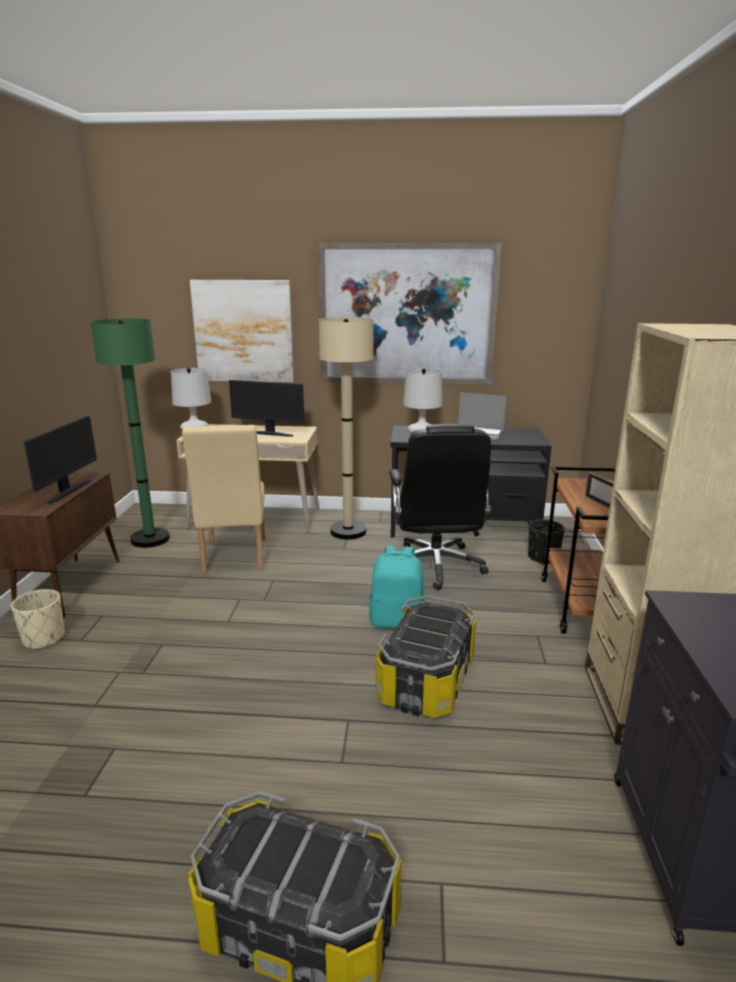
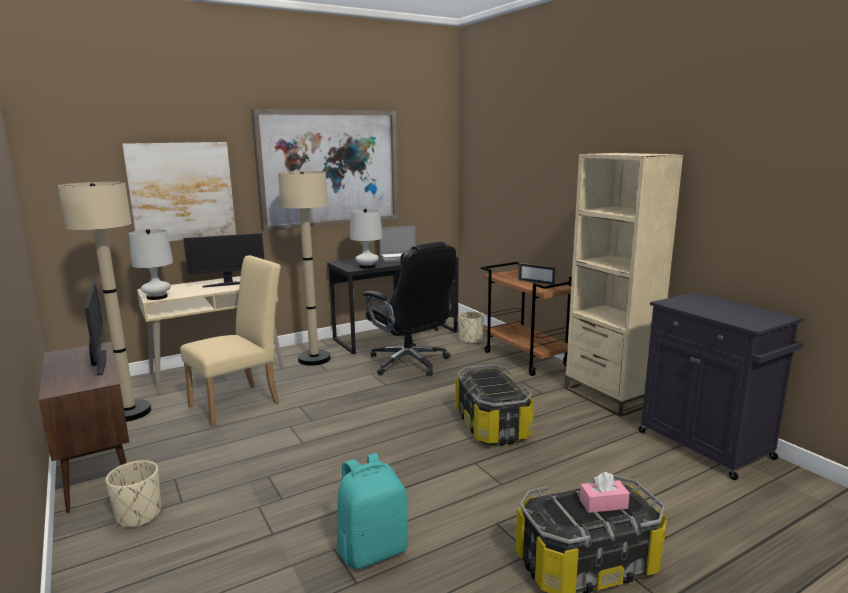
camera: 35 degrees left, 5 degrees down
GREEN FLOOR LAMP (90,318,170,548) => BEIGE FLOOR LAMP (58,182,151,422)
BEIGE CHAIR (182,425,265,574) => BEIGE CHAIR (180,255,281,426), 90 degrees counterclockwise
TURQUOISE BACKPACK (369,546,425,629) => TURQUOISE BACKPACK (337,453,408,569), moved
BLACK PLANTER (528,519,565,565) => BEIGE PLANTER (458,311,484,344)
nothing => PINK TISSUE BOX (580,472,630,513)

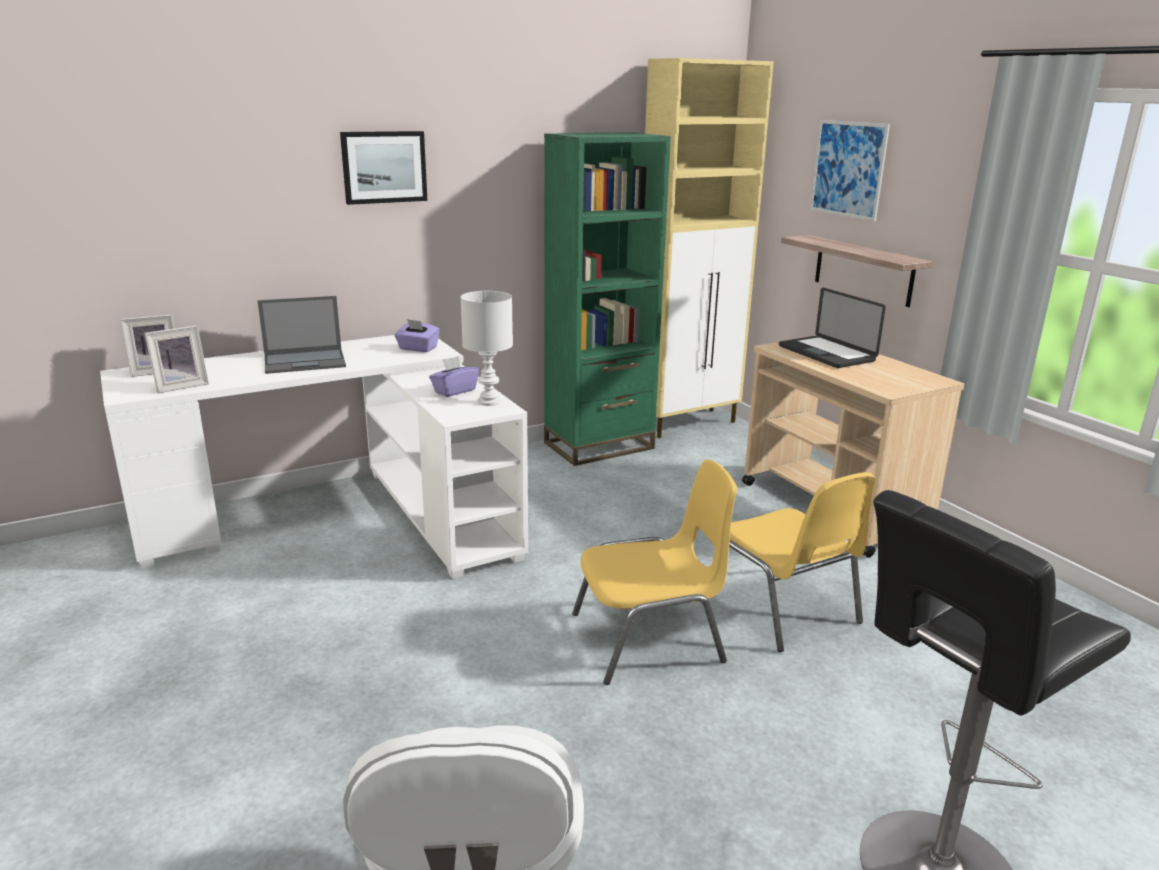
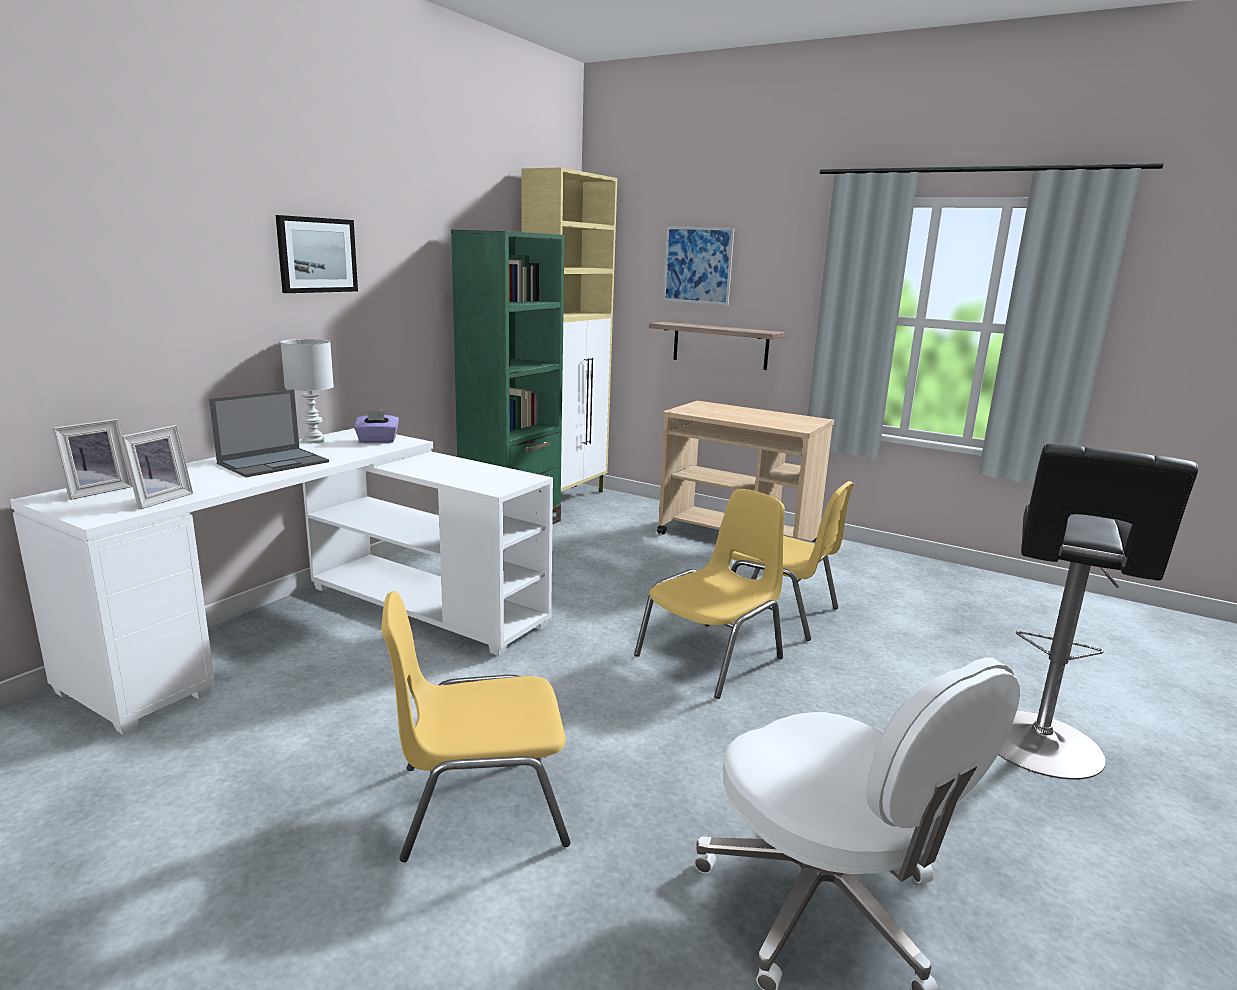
camera: 30 degrees left, 5 degrees down
WHITE TABLE LAMP (461,291,513,406) => WHITE TABLE LAMP (281,339,334,443), moved
nothing => YELLOW CHAIR (381,591,570,862)
PURPLE TISSUE BOX (429,356,479,397) => nothing
LAPTOP (779,288,886,368) => nothing

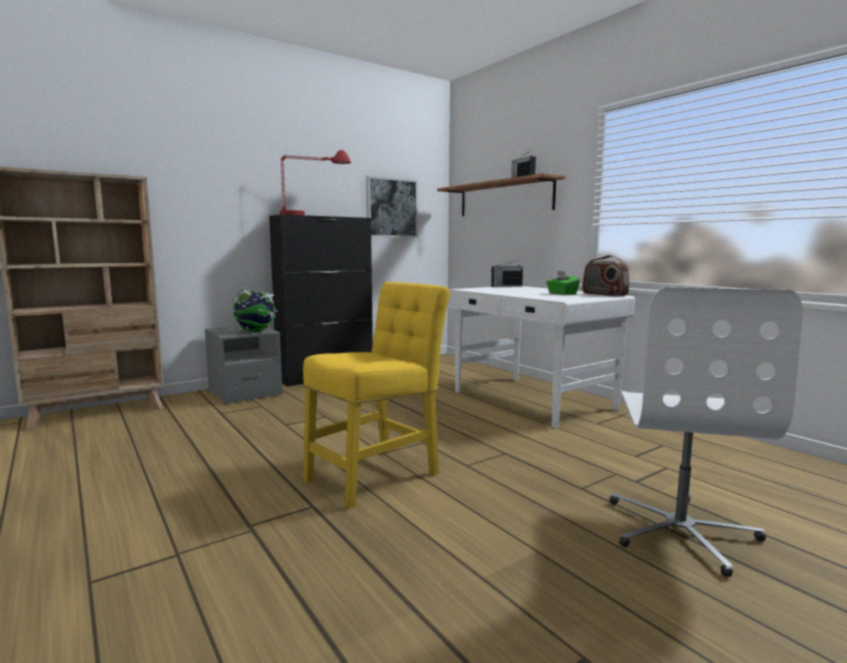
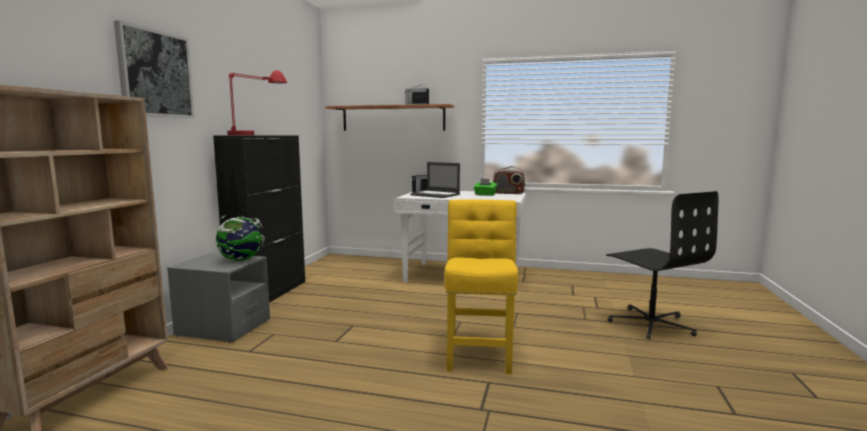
camera: 40 degrees left, 0 degrees up
PICTURE (366,176,418,238) => PICTURE (114,20,195,118), moved
nothing => LAPTOP (410,162,460,198)
WHITE OFFICE CHAIR (610,287,803,577) => BLACK OFFICE CHAIR (606,191,719,339)

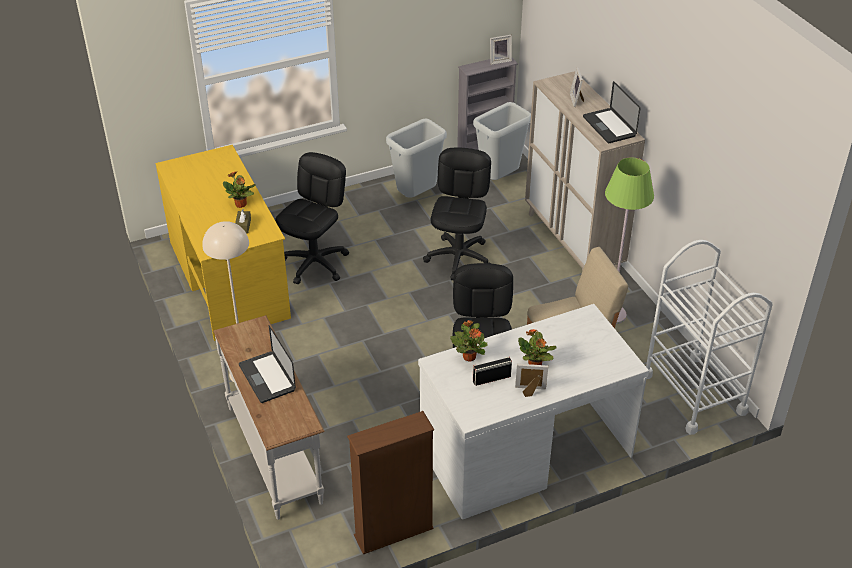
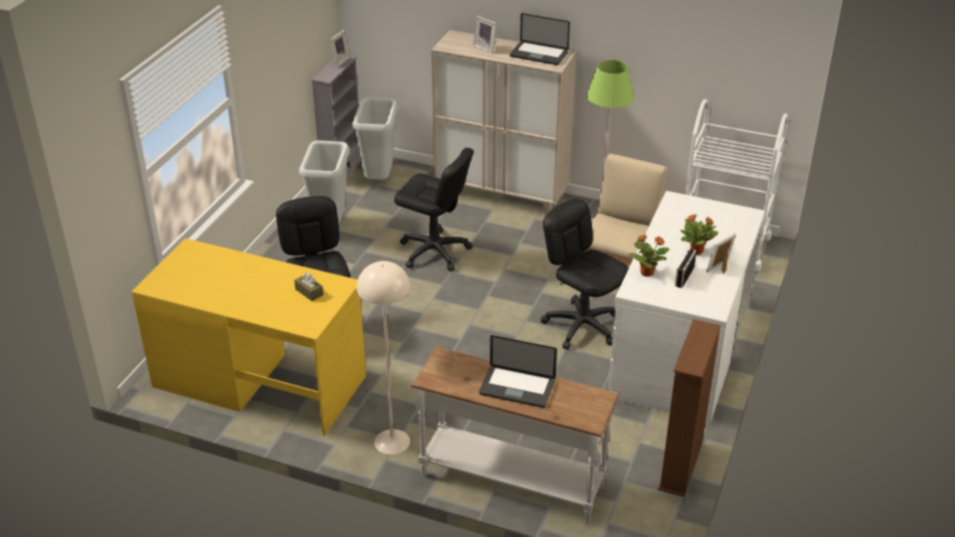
camera: 45 degrees left, 5 degrees down
BLACK OFFICE CHAIR (423,148,491,280) => BLACK OFFICE CHAIR (394,148,474,271), 150 degrees clockwise
POTTED PLANT (223,172,256,208) => nothing

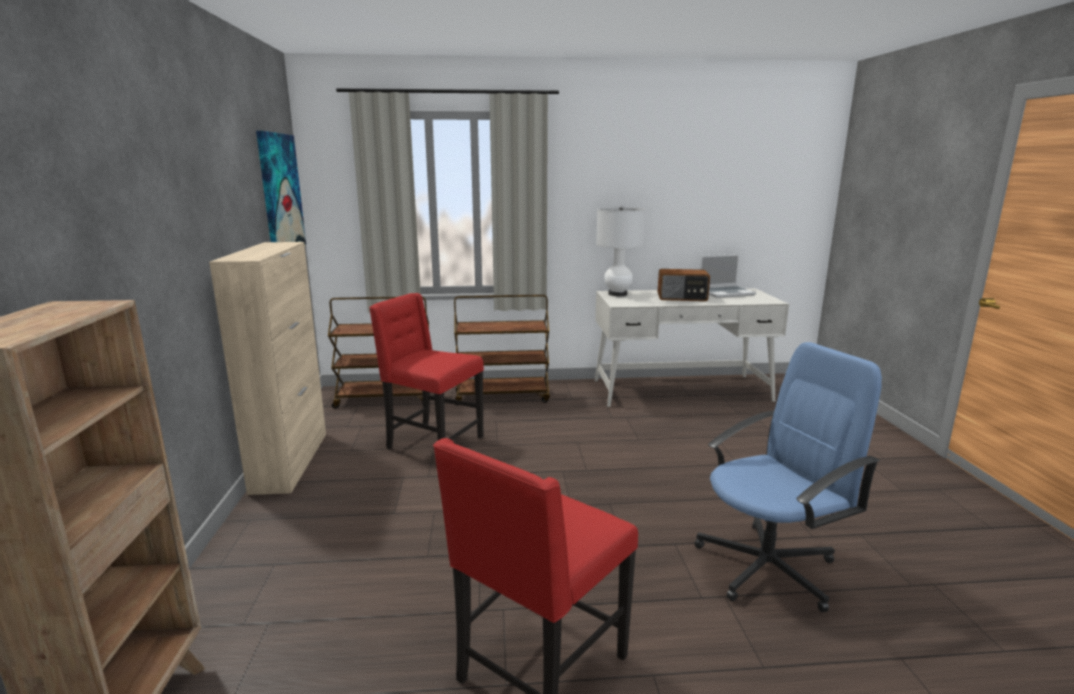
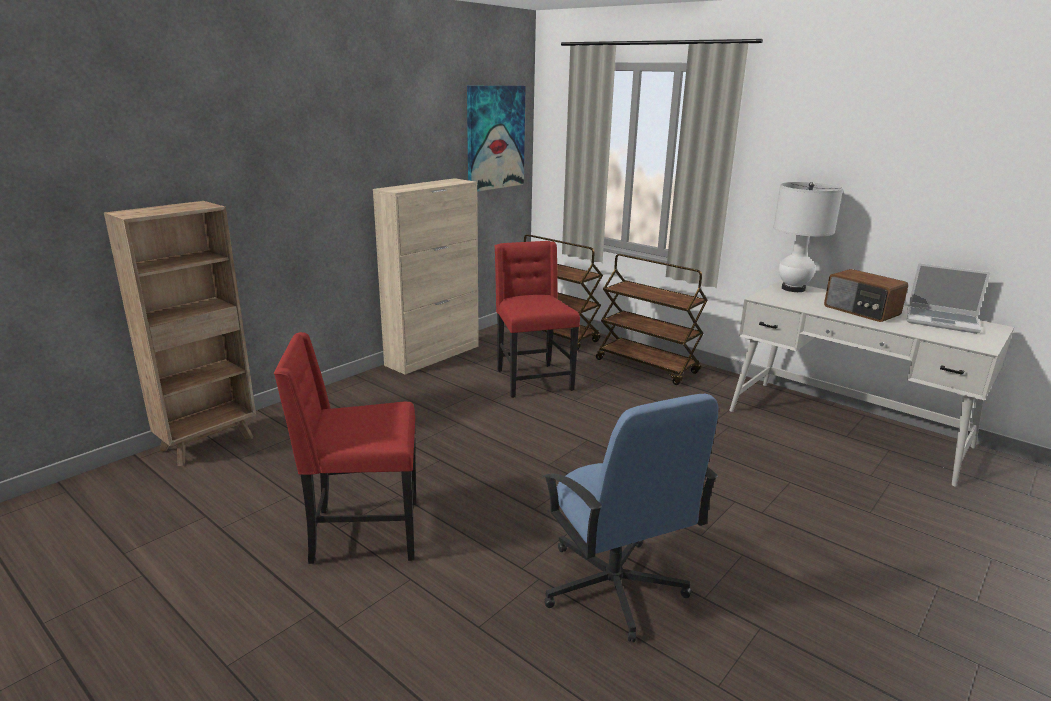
camera: 45 degrees right, 5 degrees up
BLUE OFFICE CHAIR (694,342,882,612) => BLUE OFFICE CHAIR (542,394,718,642), 45 degrees clockwise

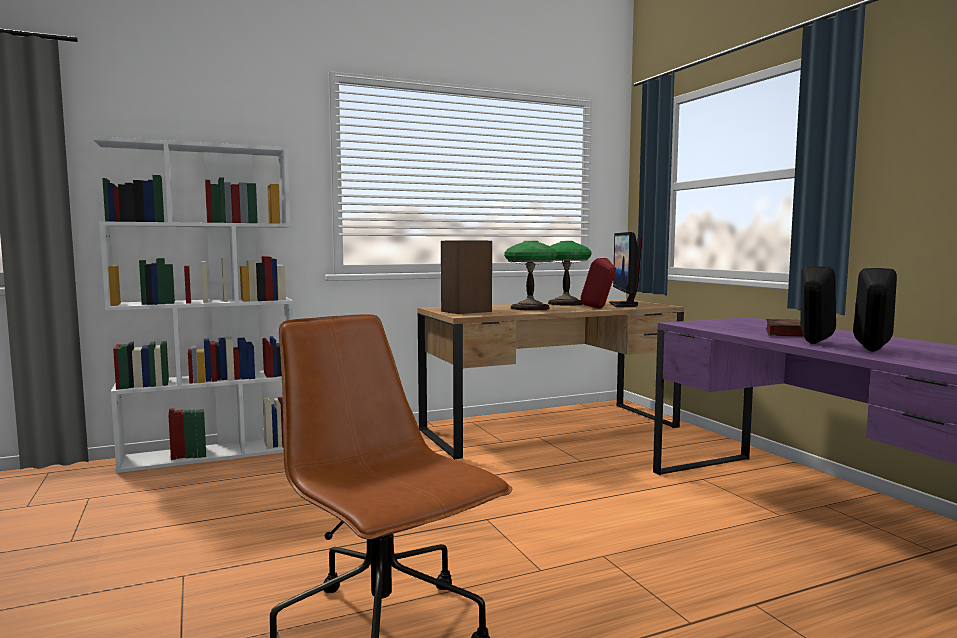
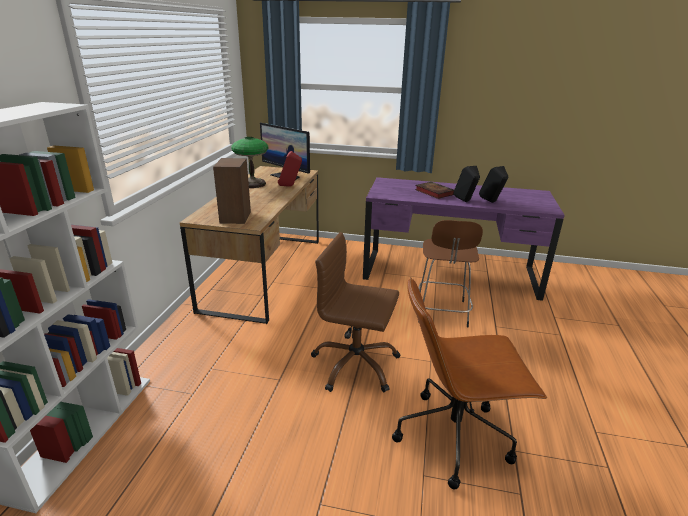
camera: 55 degrees left, 20 degrees up
nothing => BROWN OFFICE CHAIR (311,232,400,393)
nothing => BROWN STOOL (418,220,483,328)
TABLE LAMP (504,241,557,311) => nothing

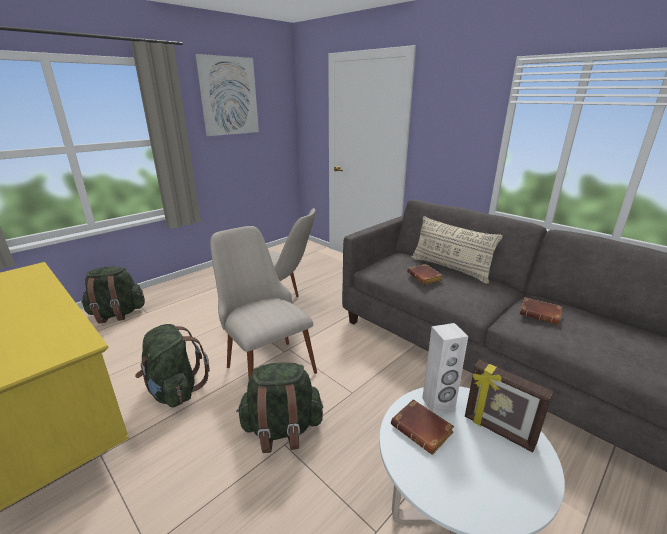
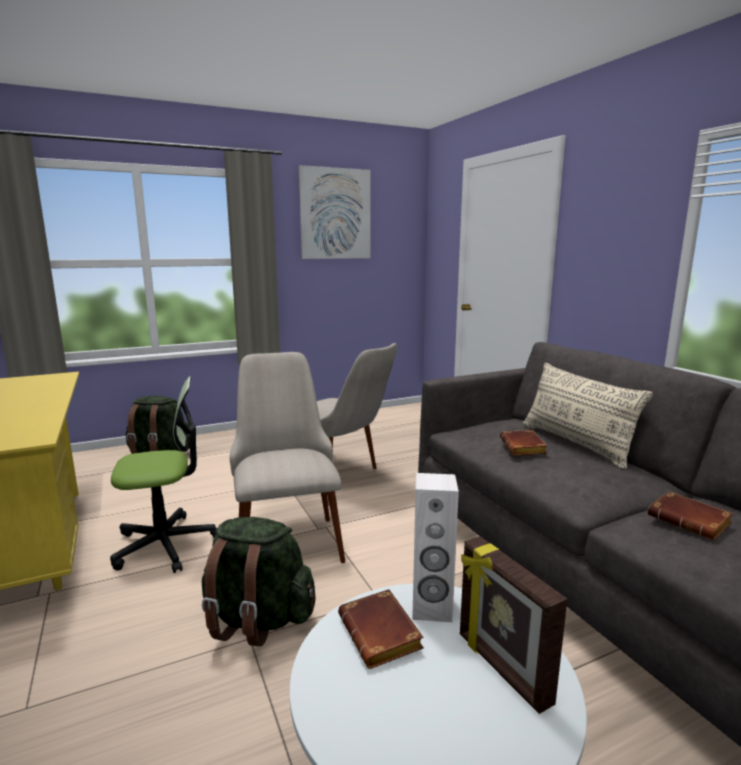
camera: 20 degrees right, 10 degrees down
GREEN BACKPACK (135,324,210,408) => OFFICE CHAIR (110,376,217,573)

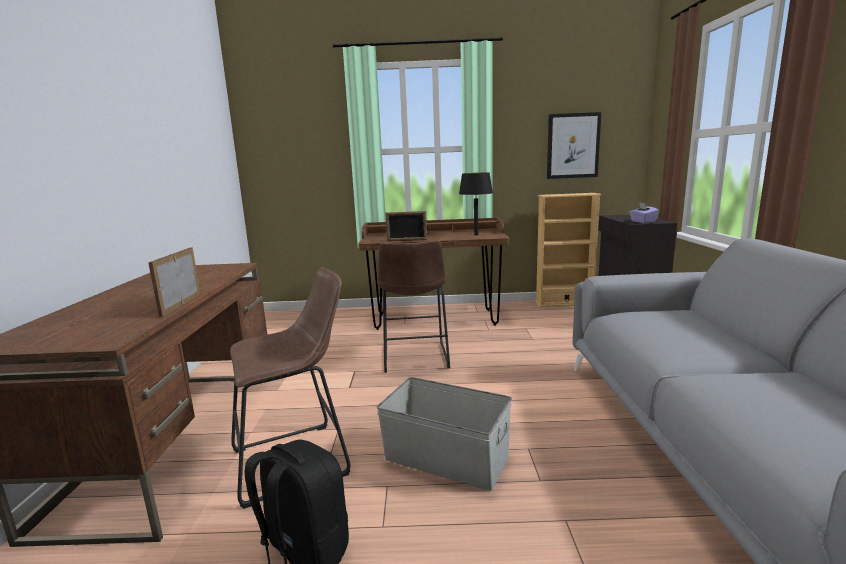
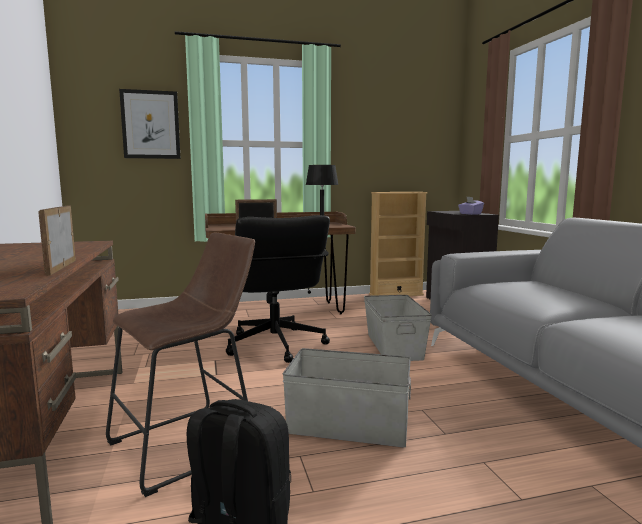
camera: 15 degrees left, 5 degrees down
PICTURE (547,112,601,179) => PICTURE (119,89,181,159), moved
BROWN STOOL (377,240,450,373) => BLACK OFFICE CHAIR (226,215,330,363)
nothing => GREY STORAGE BOX (364,295,432,361)

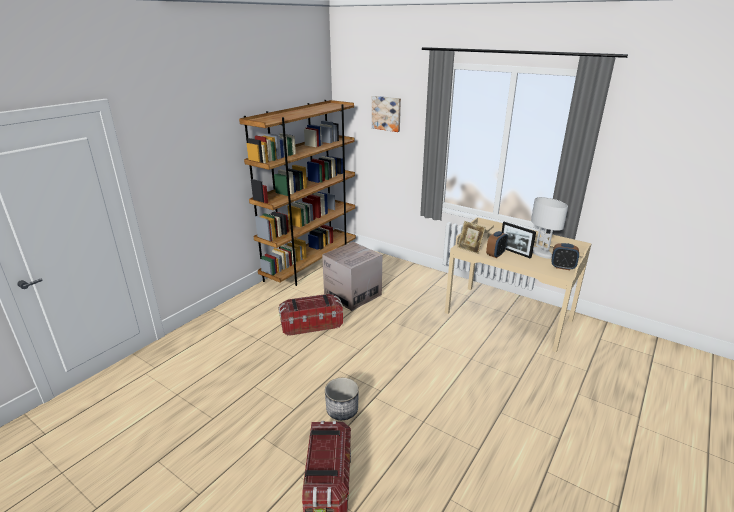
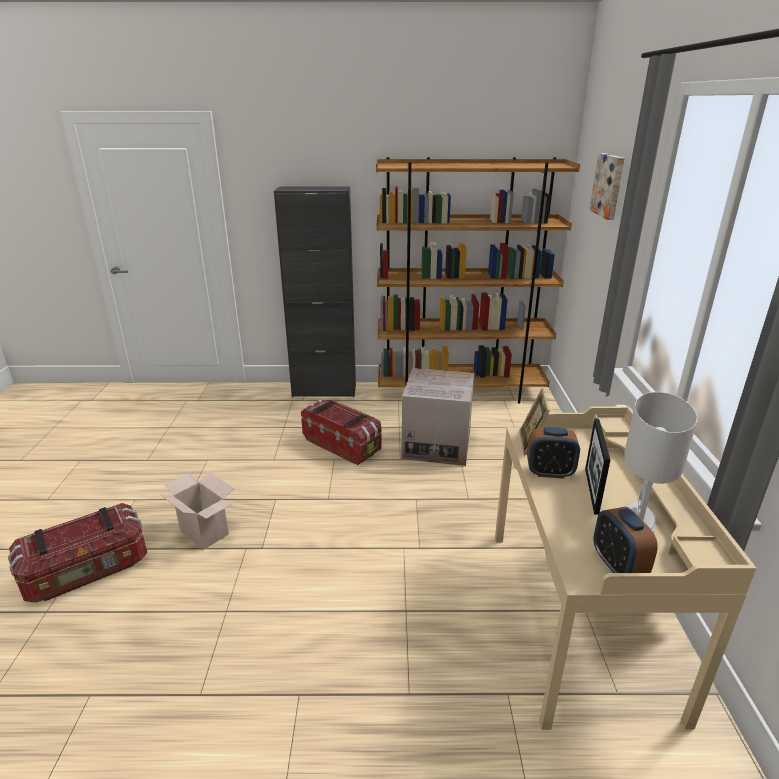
camera: 55 degrees right, 0 degrees up
PLANTER (325,378,359,420) => CARDBOARD BOX (160,473,234,550)
nothing => BLACK CABINET (274,186,356,397)

